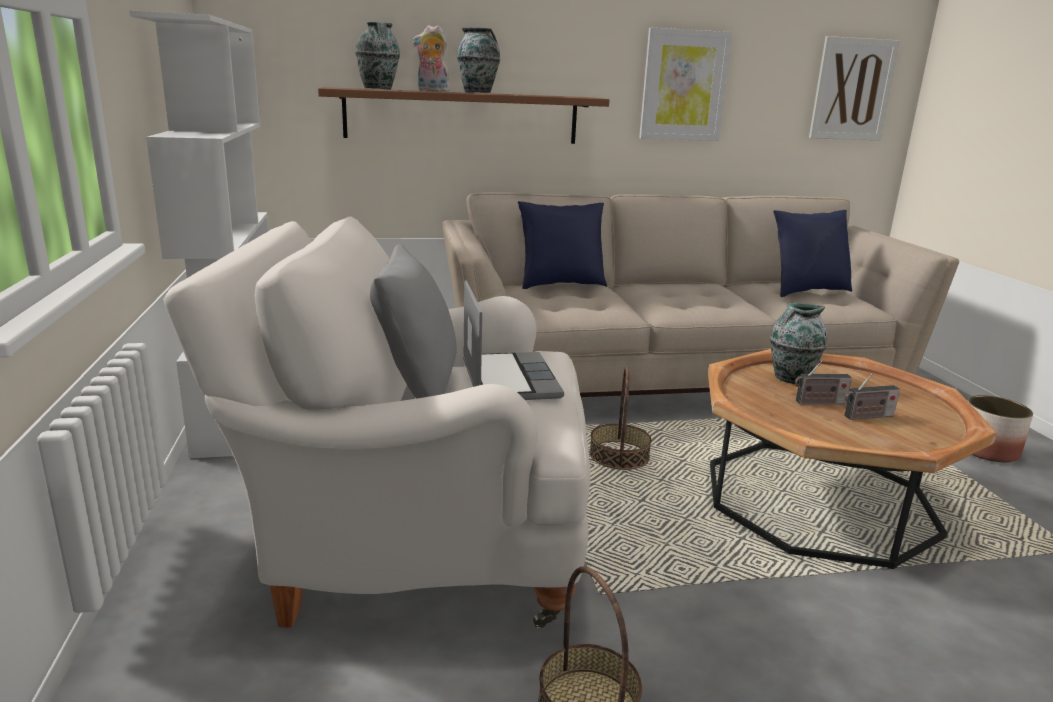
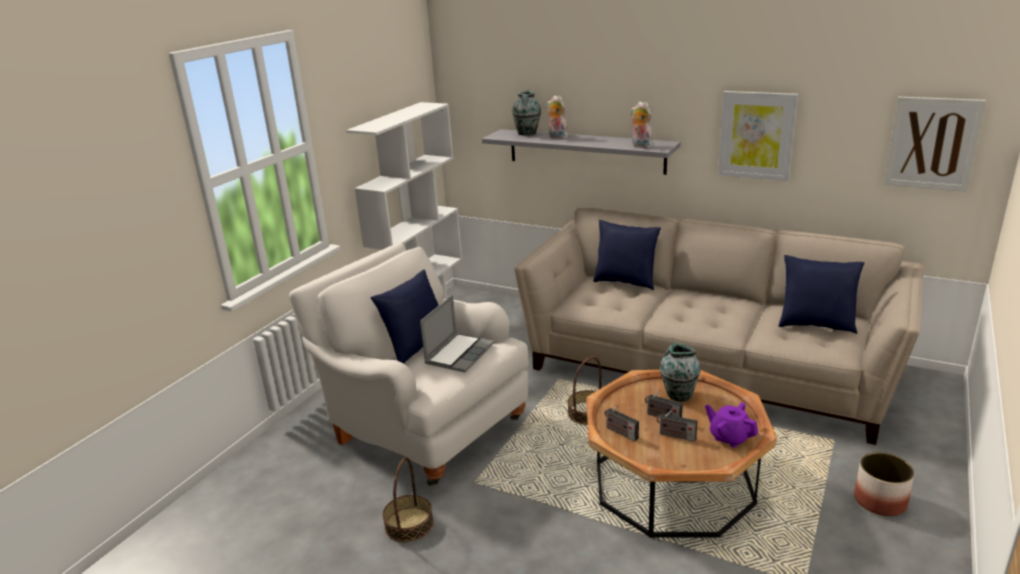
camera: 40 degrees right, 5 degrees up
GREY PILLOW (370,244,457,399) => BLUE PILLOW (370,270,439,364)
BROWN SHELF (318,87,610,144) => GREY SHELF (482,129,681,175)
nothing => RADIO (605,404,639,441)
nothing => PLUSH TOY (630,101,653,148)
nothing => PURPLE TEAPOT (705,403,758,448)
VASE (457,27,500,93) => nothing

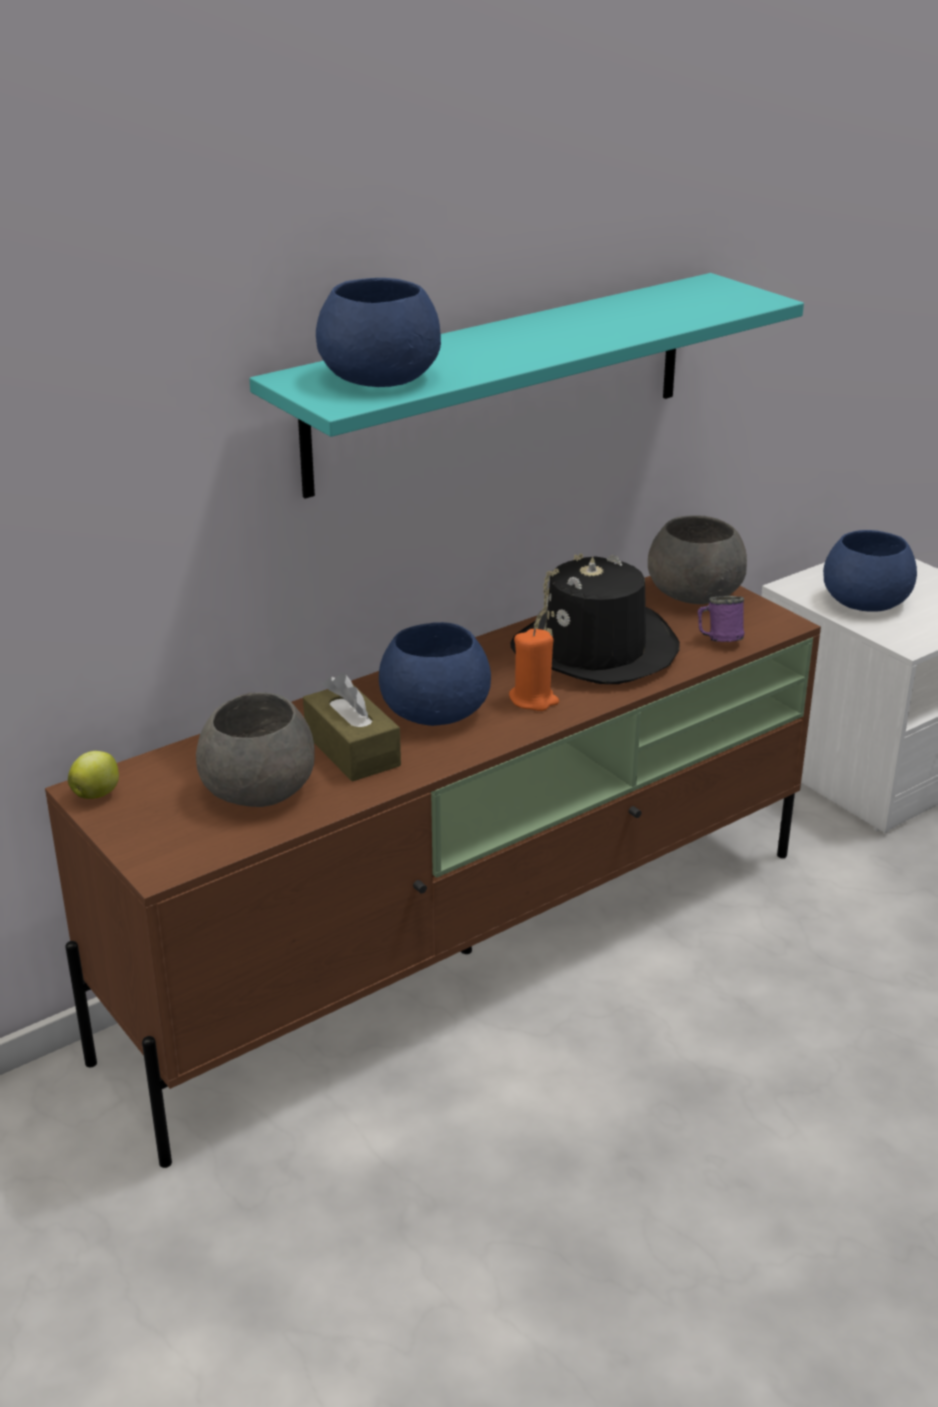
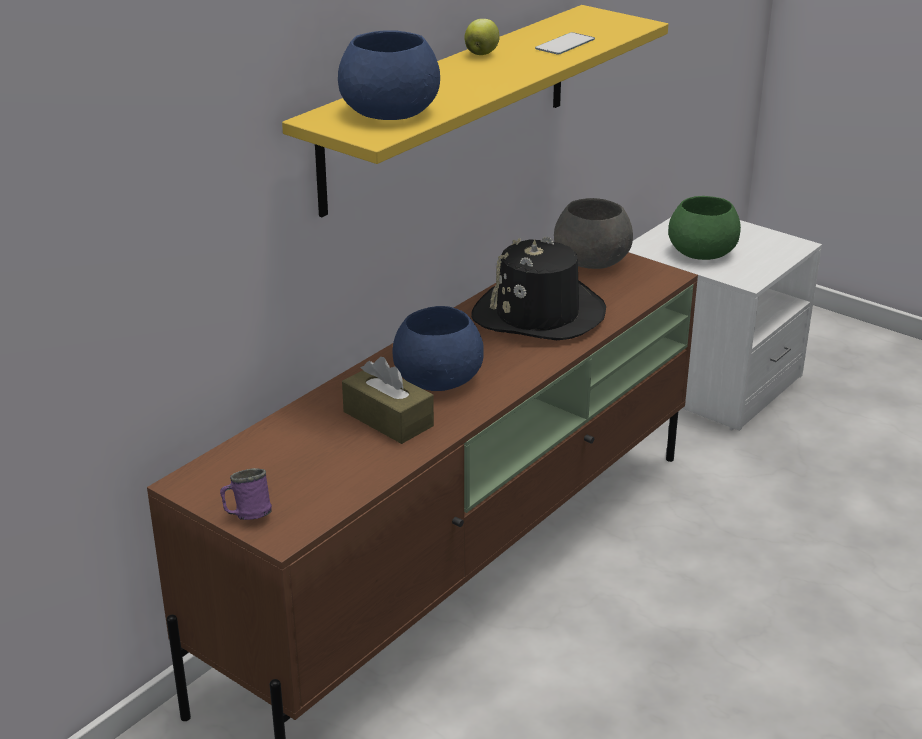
camera: 15 degrees left, 0 degrees up
PURPLE MUG (698,596,745,642) => PURPLE MUG (220,468,272,520), moved
TURQUOISE SHELF (249,273,804,498) => YELLOW SHELF (282,5,668,217)
APPLE (68,751,119,799) => APPLE (464,19,500,55), moved
nothing => PHONE (535,32,595,55)
BLUE BOWL (823,530,917,612) => GREEN BOWL (668,196,741,260)
GREY BOWL (196,692,315,807) => nothing
ORANGE CANDLE (509,629,559,711) => nothing

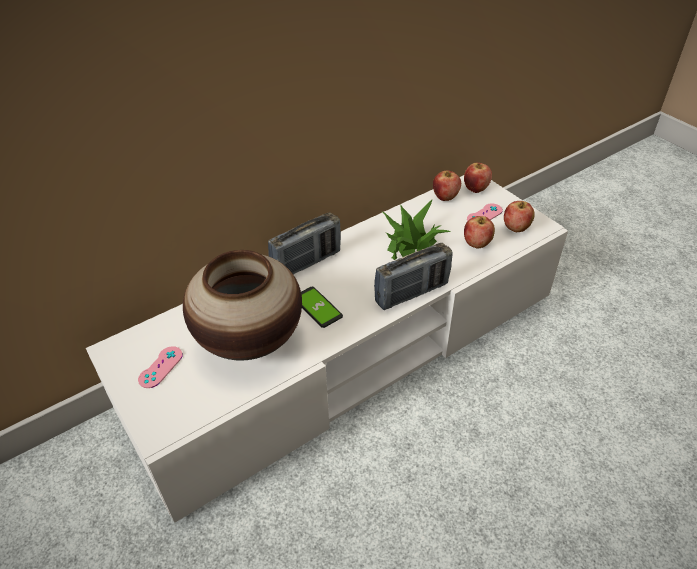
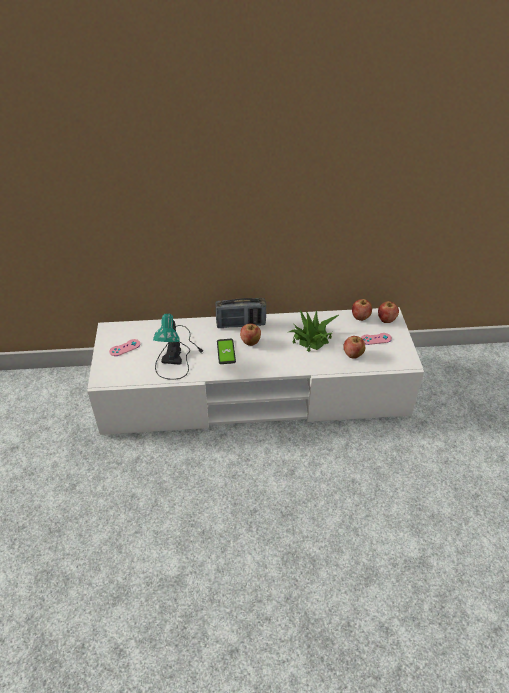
camera: 30 degrees right, 0 degrees up
VASE (183,250,302,361) => TABLE LAMP (153,314,203,380)
APPLE (504,201,535,232) => APPLE (240,323,261,346), moved
RADIO (374,243,453,310) => nothing

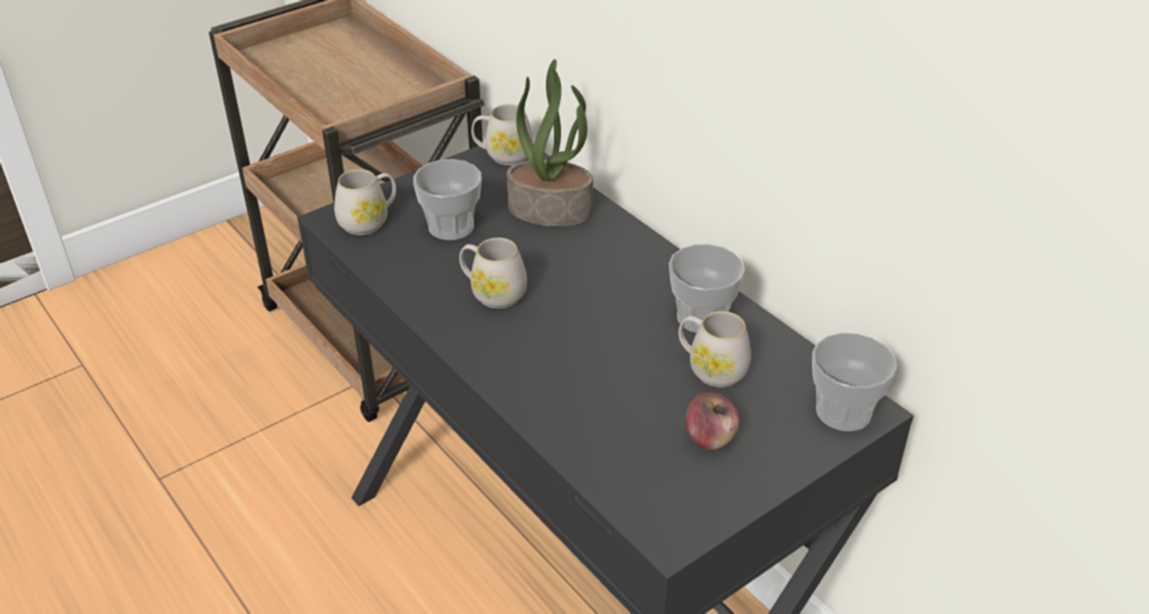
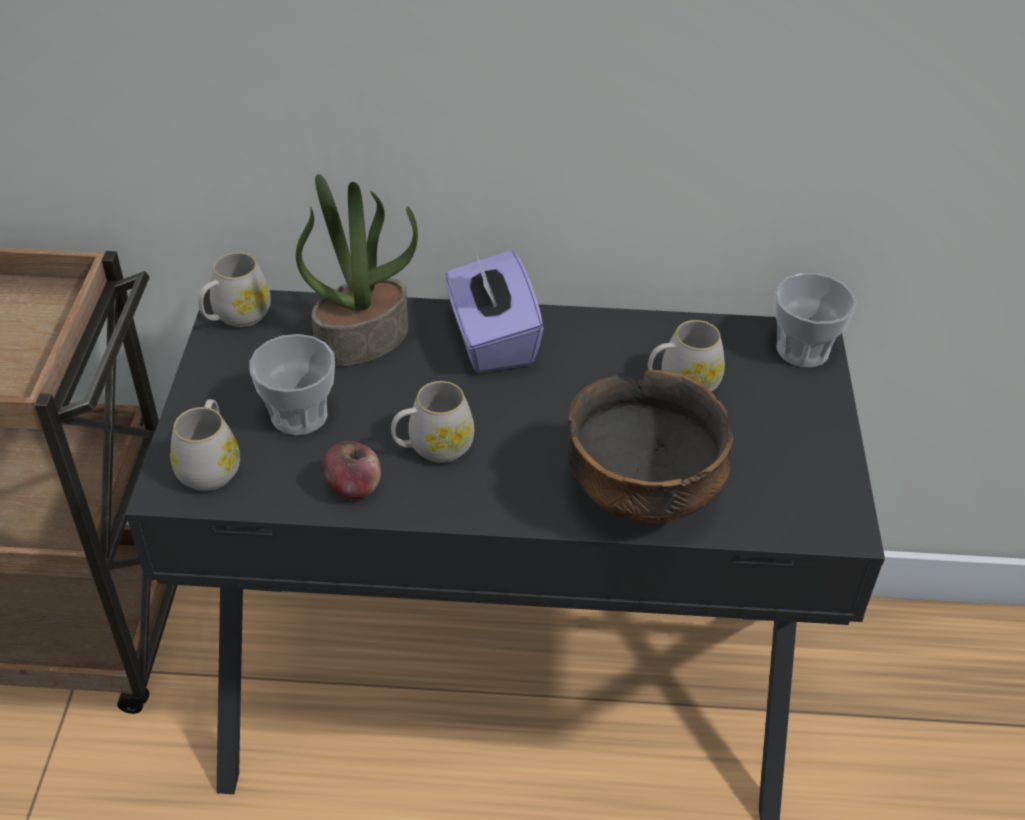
camera: 50 degrees left, 5 degrees up
APPLE (685,392,739,450) => APPLE (322,441,381,499), moved
nothing => PURPLE TISSUE BOX (445,250,544,373)
nothing => BOWL (567,370,733,523)
CUP (669,244,745,333) => nothing

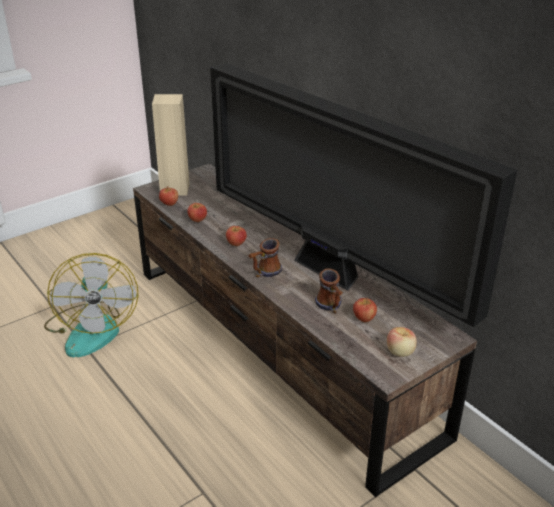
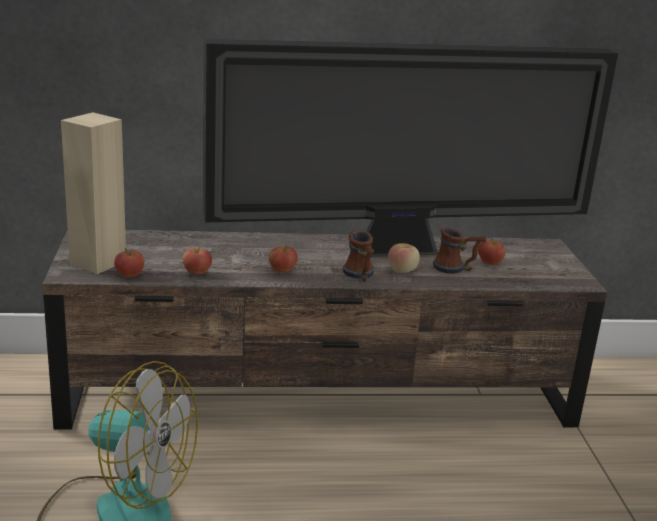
camera: 60 degrees left, 10 degrees down
APPLE (387,327,417,357) => APPLE (388,243,420,273), moved

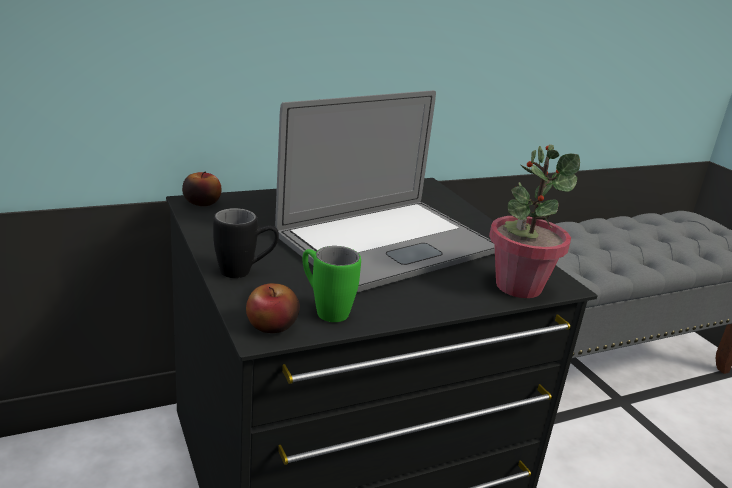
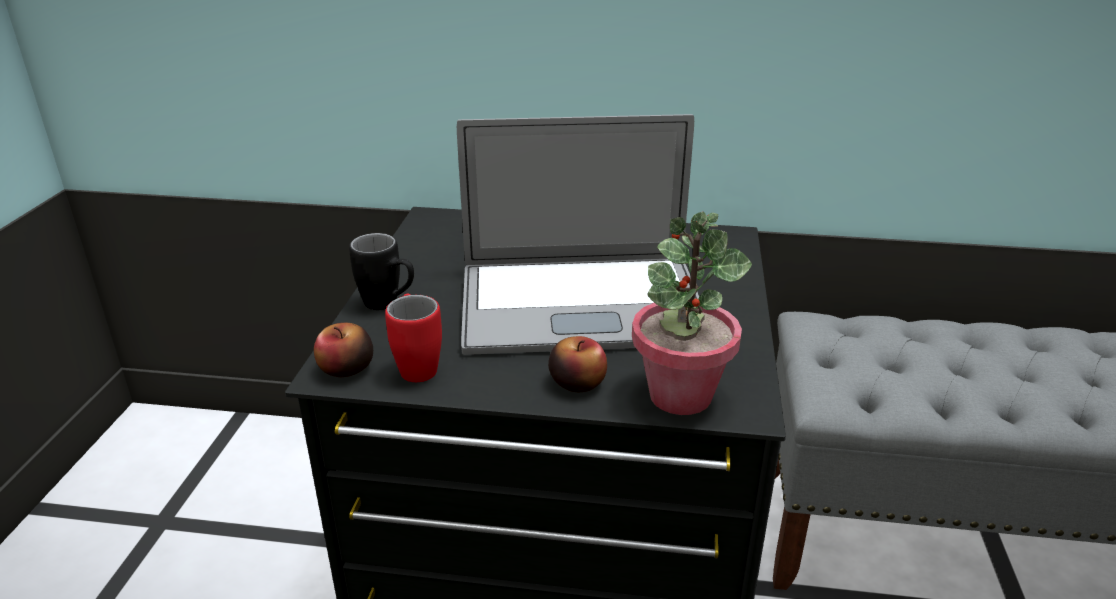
camera: 35 degrees right, 5 degrees up
GREEN MUG (302,246,361,322) => RED MUG (385,294,442,382)
APPLE (182,171,222,206) => APPLE (548,336,607,392), moved

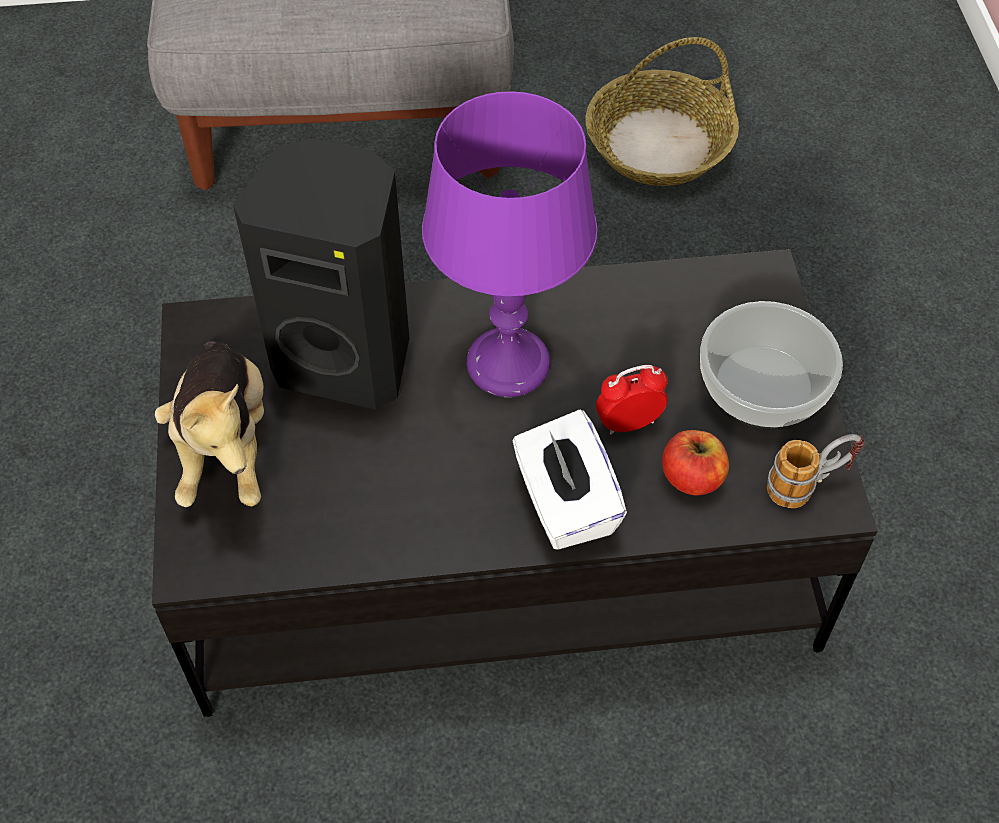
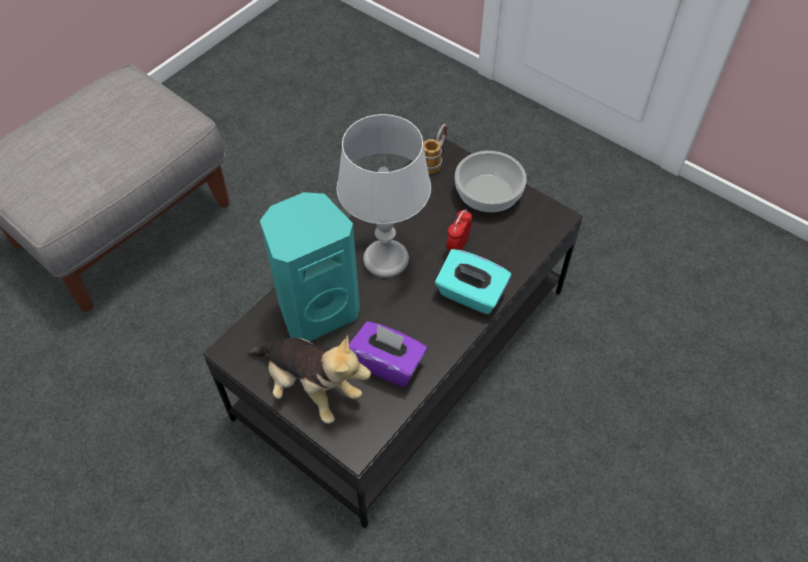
camera: 45 degrees left, 0 degrees up
BLACK SPEAKER (233,138,409,410) => TURQUOISE SPEAKER (260,192,360,342)
PURPLE TABLE LAMP (422,91,597,397) => GREY TABLE LAMP (337,114,431,278)
nothing => PURPLE TISSUE BOX (349,321,427,387)
MUG (767,434,865,508) => MUG (423,124,448,174), moved
WHITE TISSUE BOX (513,410,627,550) => TURQUOISE TISSUE BOX (435,249,511,314)
BASKET (586,37,739,186) => nothing
APPLE (662,430,729,495) => nothing

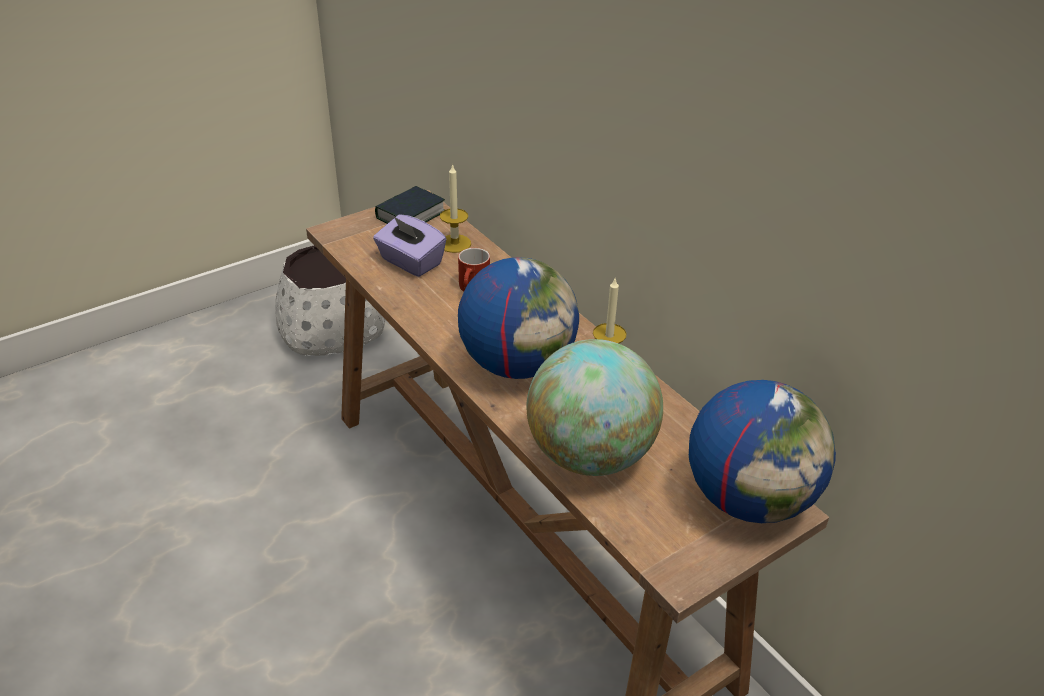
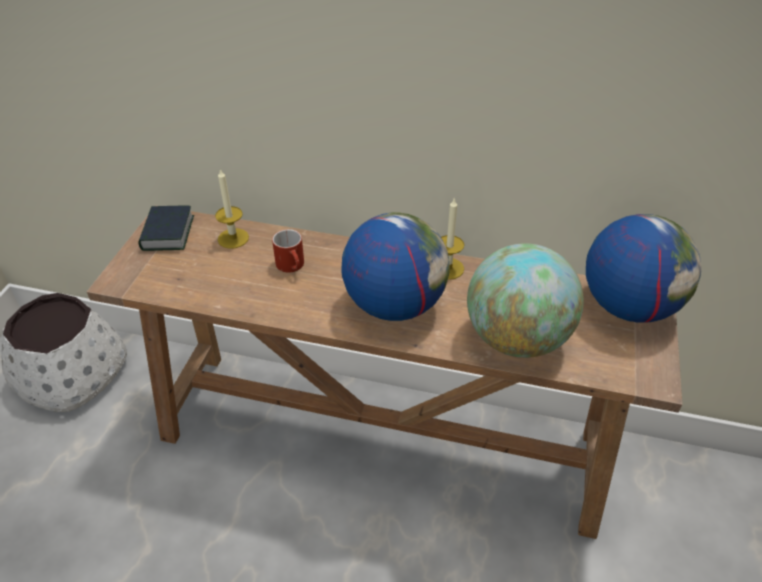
camera: 40 degrees left, 5 degrees up
PURPLE TISSUE BOX (373,214,446,277) => nothing

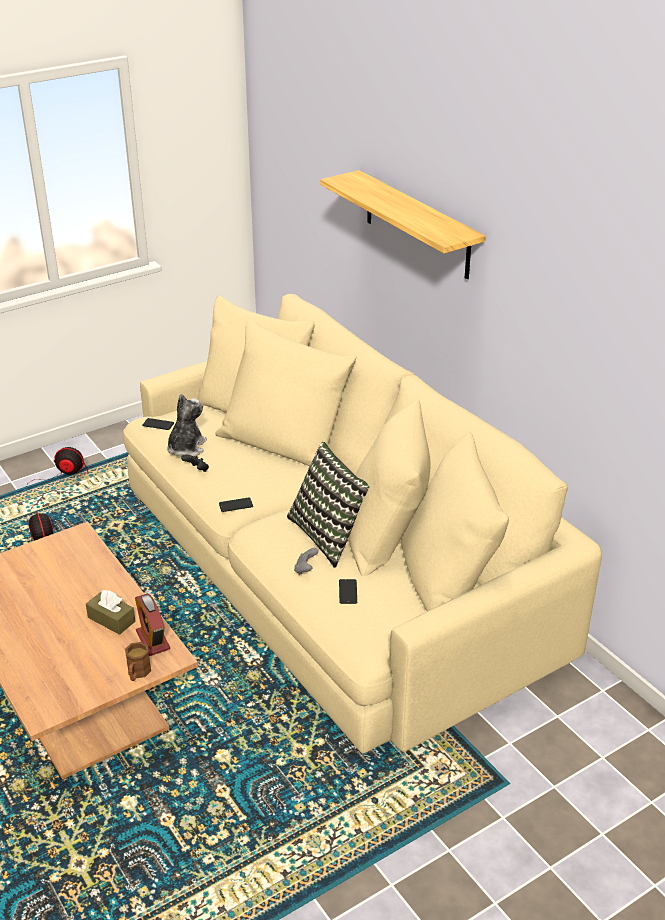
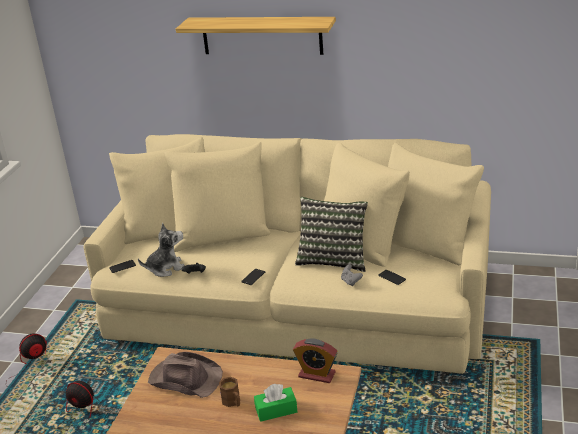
camera: 40 degrees left, 5 degrees down
PLUSH TOY (167,394,207,457) => PLUSH TOY (138,223,185,277), 90 degrees clockwise
nothing => BROWN HAT (148,352,223,398)
BROWN MUG (125,642,151,681) => BROWN MUG (219,377,240,407), moved
nothing => GREEN TISSUE BOX (254,384,297,422)
BROWN TISSUE BOX (86,590,135,635) => nothing

